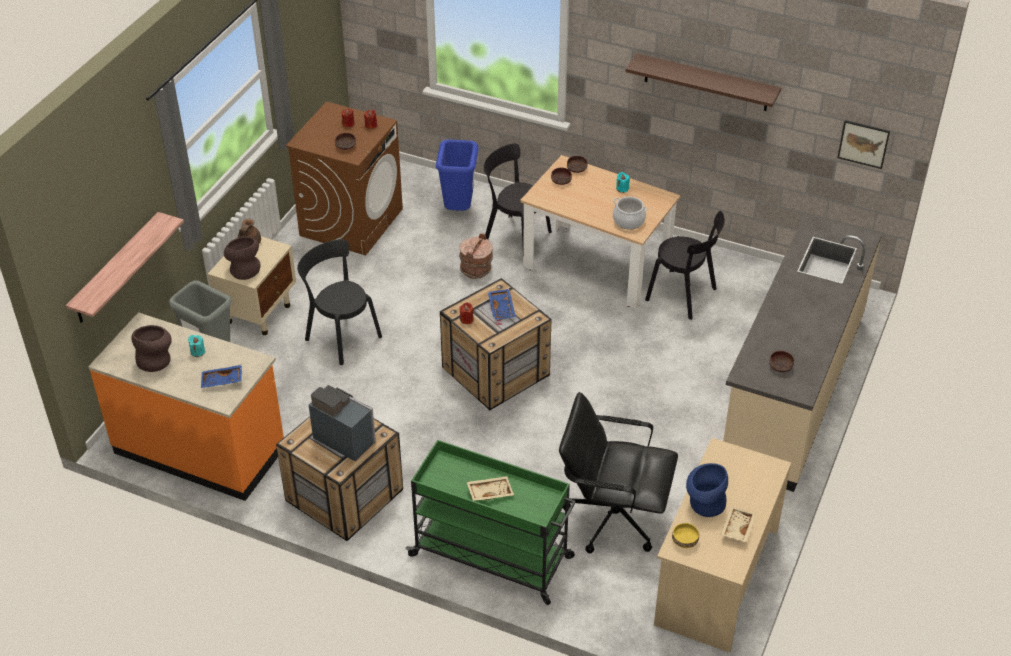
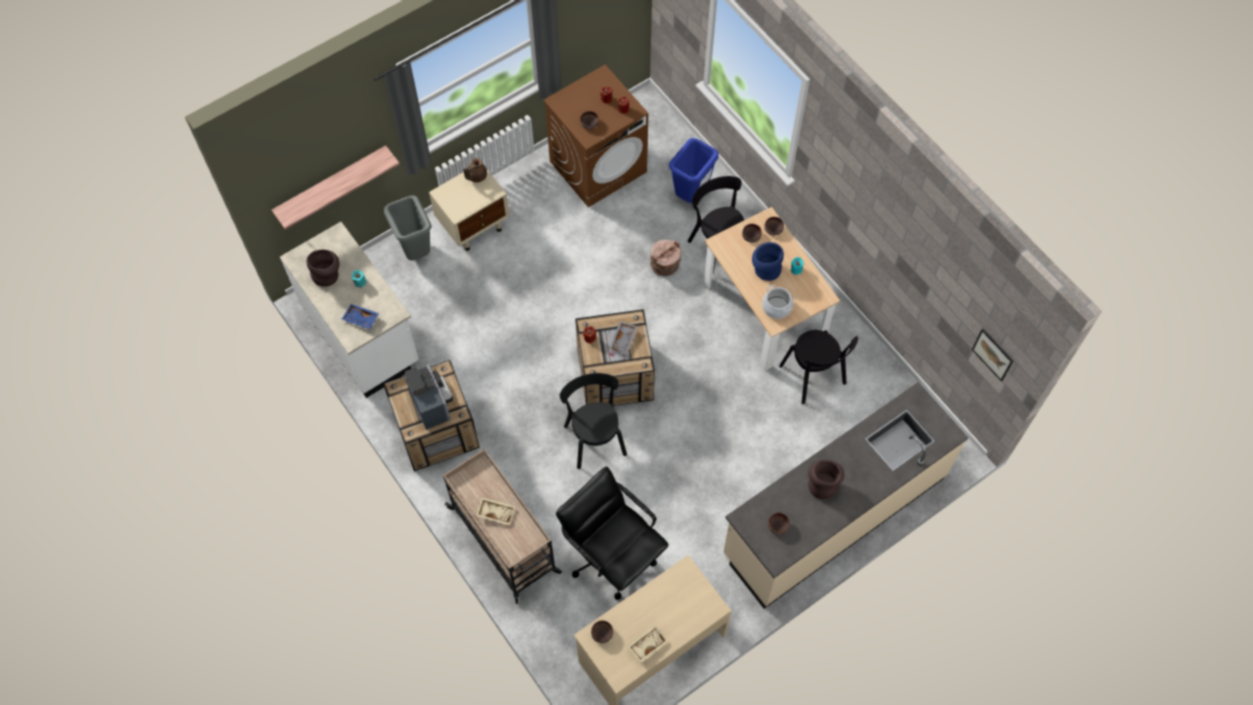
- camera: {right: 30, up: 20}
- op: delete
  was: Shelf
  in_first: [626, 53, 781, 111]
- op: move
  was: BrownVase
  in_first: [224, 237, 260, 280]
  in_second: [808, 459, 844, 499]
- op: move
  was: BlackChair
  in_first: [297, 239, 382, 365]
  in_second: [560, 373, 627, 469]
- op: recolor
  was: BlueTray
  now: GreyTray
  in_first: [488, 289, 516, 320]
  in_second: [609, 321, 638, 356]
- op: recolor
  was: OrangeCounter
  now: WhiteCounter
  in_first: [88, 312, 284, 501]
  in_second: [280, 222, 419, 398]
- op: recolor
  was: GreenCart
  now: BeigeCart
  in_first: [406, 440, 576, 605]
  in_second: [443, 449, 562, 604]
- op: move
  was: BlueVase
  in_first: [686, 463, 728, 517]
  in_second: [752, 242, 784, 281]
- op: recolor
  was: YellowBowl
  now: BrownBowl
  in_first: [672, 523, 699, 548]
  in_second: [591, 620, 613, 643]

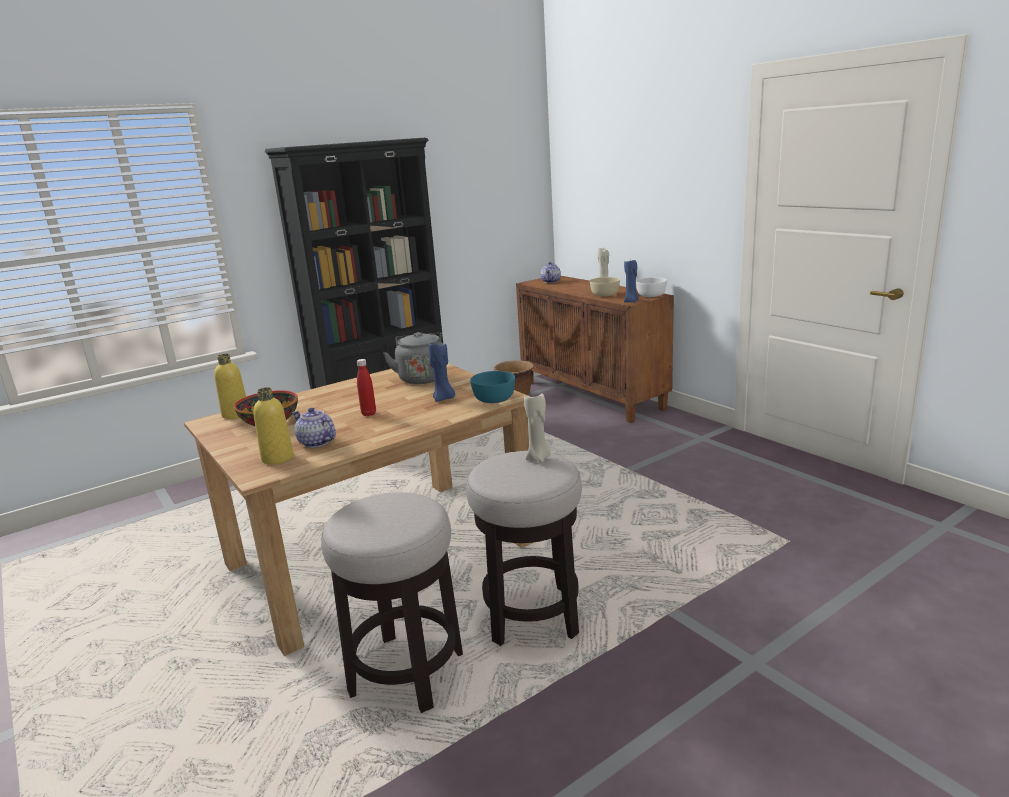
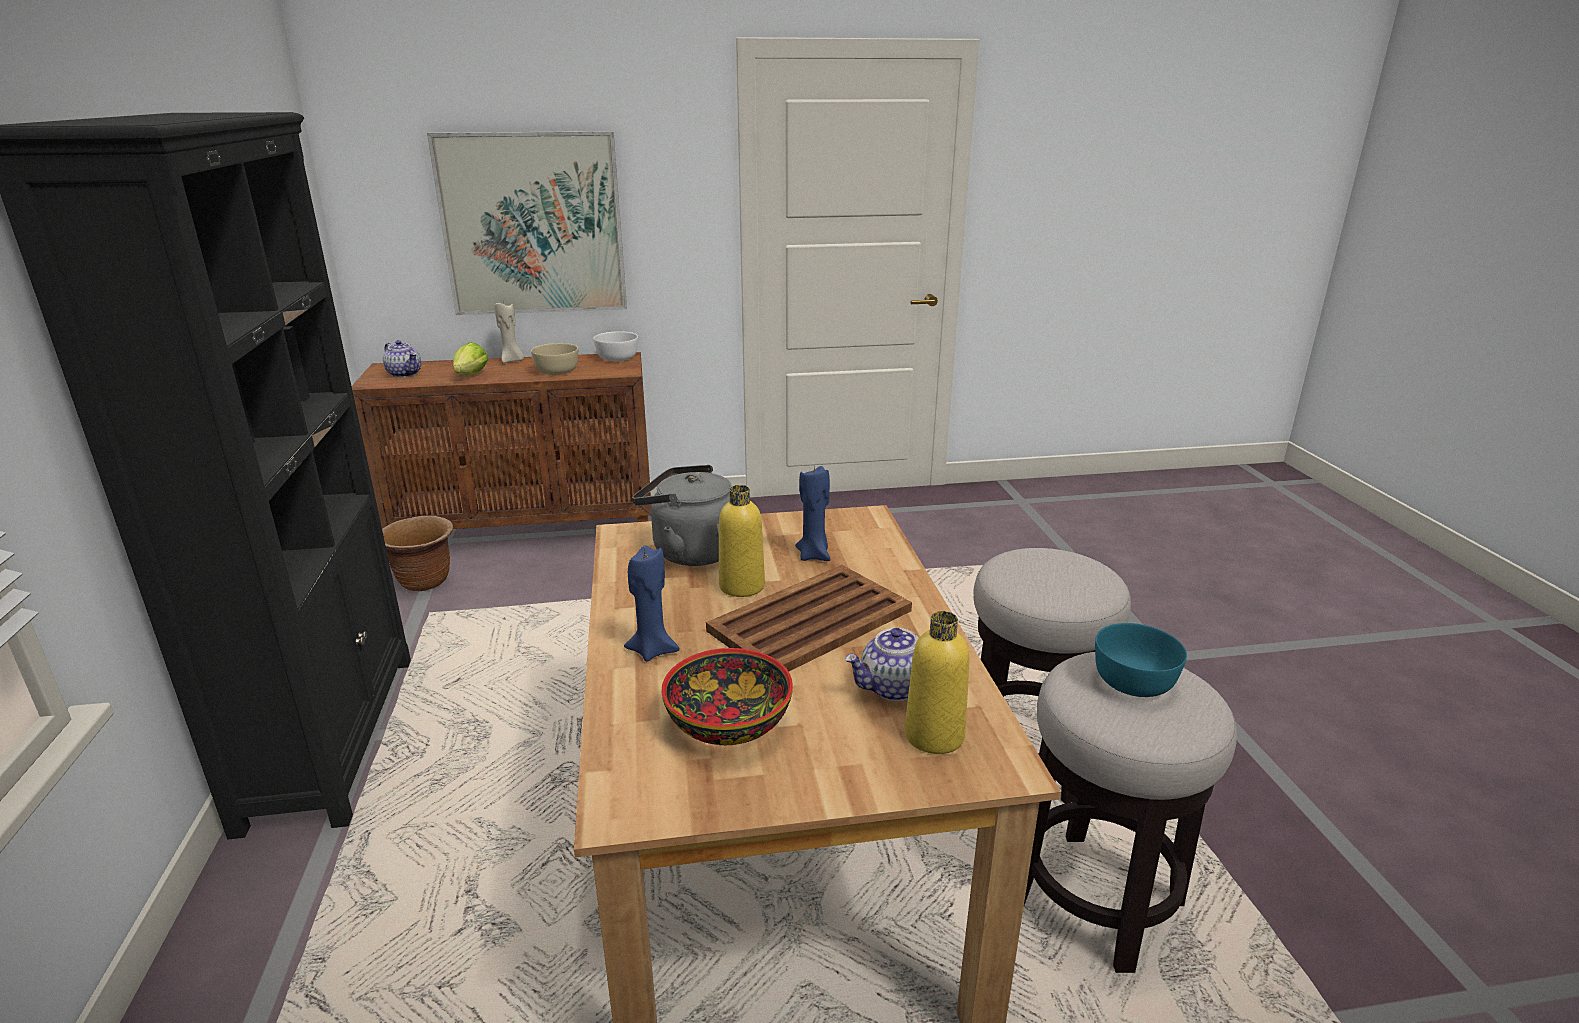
- camera: {right: -65, up: 5}
- op: move
  was: BlueCandle
  in_first: [624, 260, 639, 303]
  in_second: [624, 545, 680, 662]
- op: move
  was: YellowBottle
  in_first: [214, 354, 246, 419]
  in_second: [719, 485, 765, 597]
- op: replace
  was: RedBottle
  now: BrownTray
  in_first: [357, 359, 376, 416]
  in_second: [706, 565, 912, 671]
- op: move
  was: TurquoiseBowl
  in_first: [470, 371, 515, 403]
  in_second: [1095, 623, 1187, 697]
- op: delete
  was: BeigeCandle
  in_first: [524, 394, 551, 463]
- op: insert
  now: Picture
  in_second: [427, 131, 627, 315]
- op: insert
  now: Lettuce
  in_second: [453, 342, 488, 376]

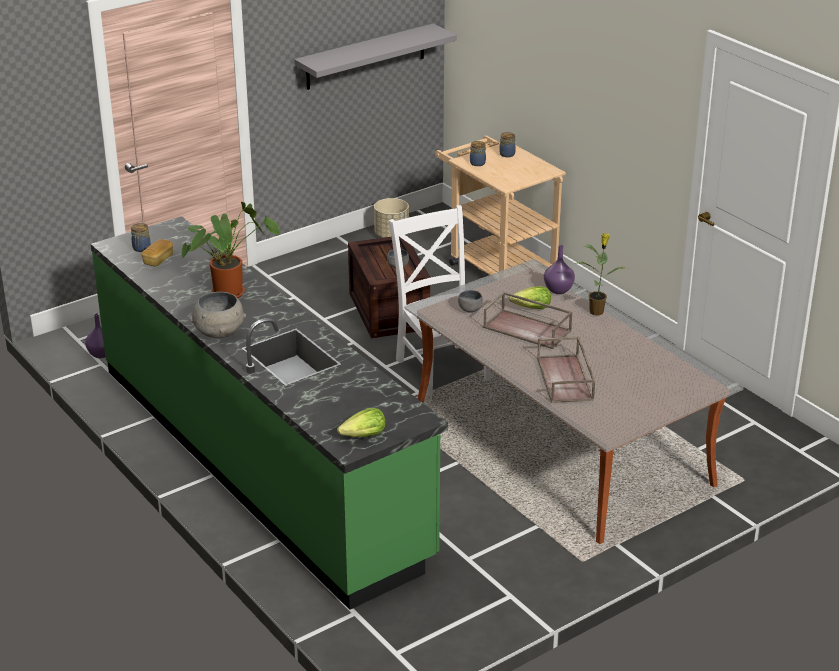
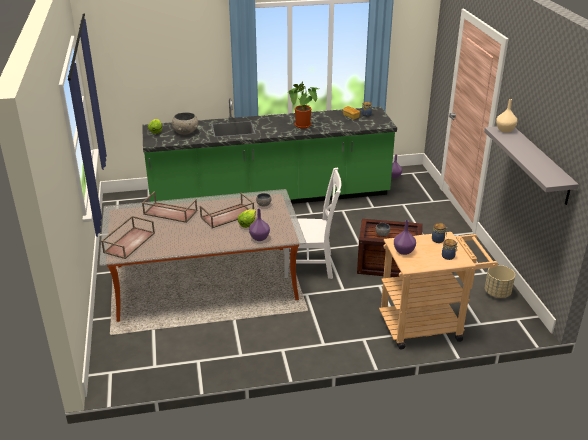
- camera: {right: 115, up: 0}
- op: delete
  was: PottedPlant
  in_first: [574, 233, 629, 315]
- op: move
  was: GreyBowl
  in_first: [190, 292, 246, 338]
  in_second: [172, 112, 198, 135]
- op: insert
  now: BeigeVase
  in_second: [496, 99, 517, 133]
- op: insert
  now: BrownTray
  in_second: [101, 216, 155, 259]
- op: insert
  now: PurpleVase
  in_second: [394, 220, 416, 255]

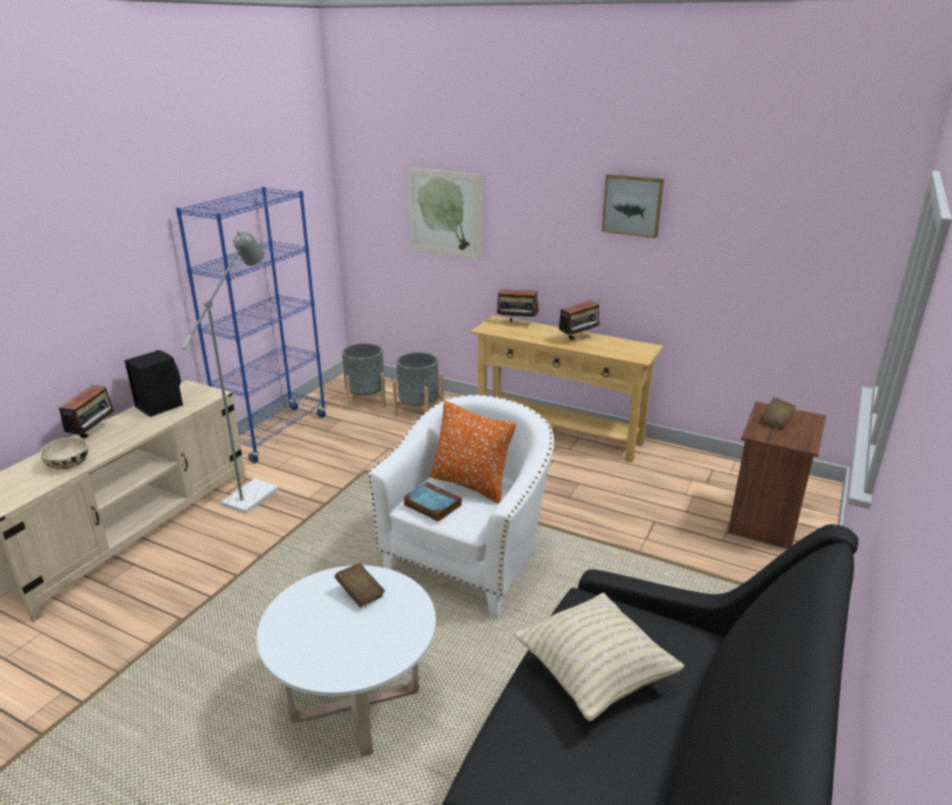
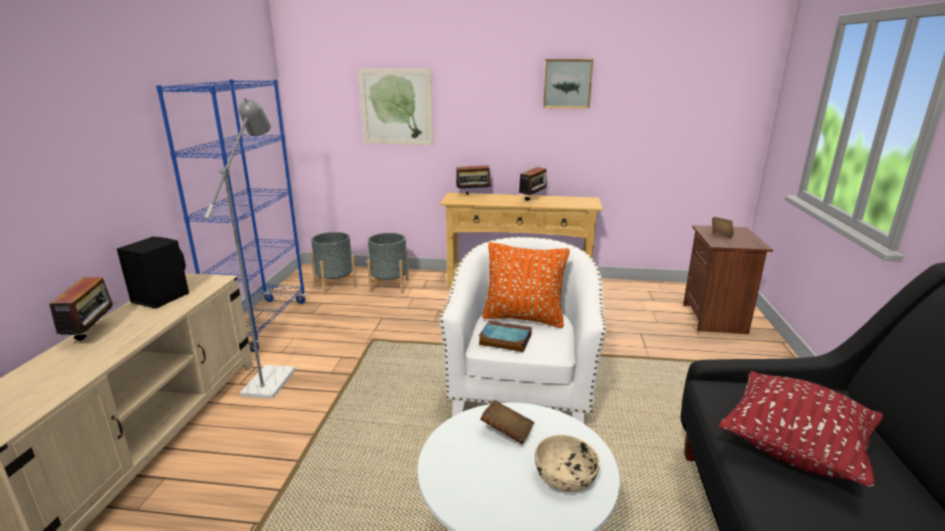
- camera: {right: -20, up: -5}
- op: move
  was: BeigeBowl
  in_first: [40, 437, 88, 470]
  in_second: [535, 435, 600, 492]
- op: recolor
  was: BeigePillow
  now: RedPillow
  in_first: [514, 593, 685, 721]
  in_second: [719, 371, 883, 487]

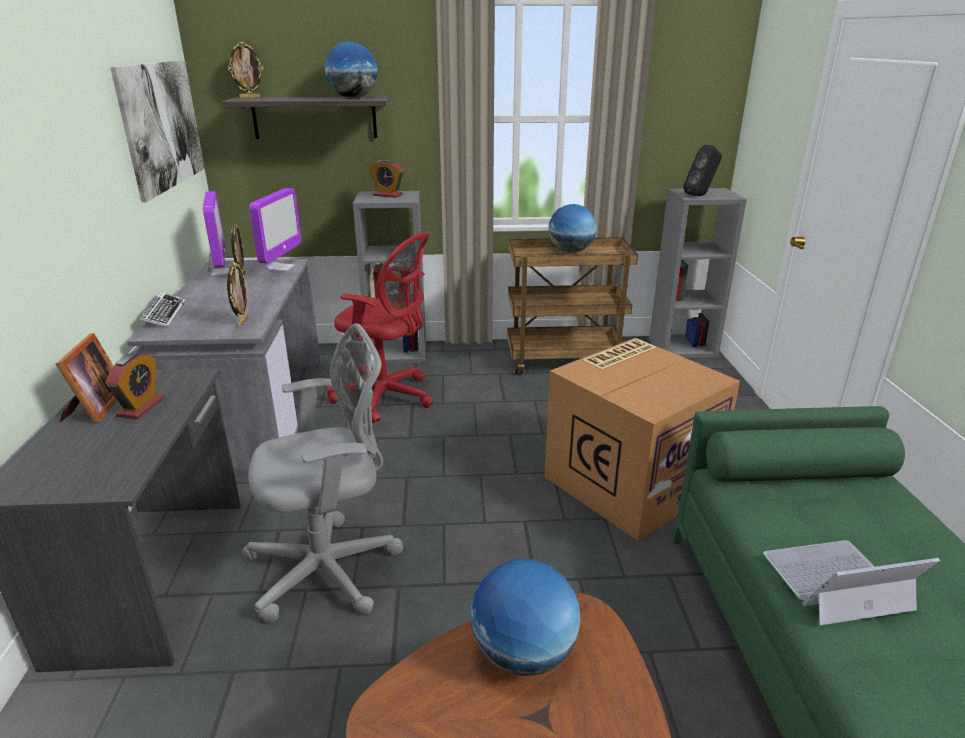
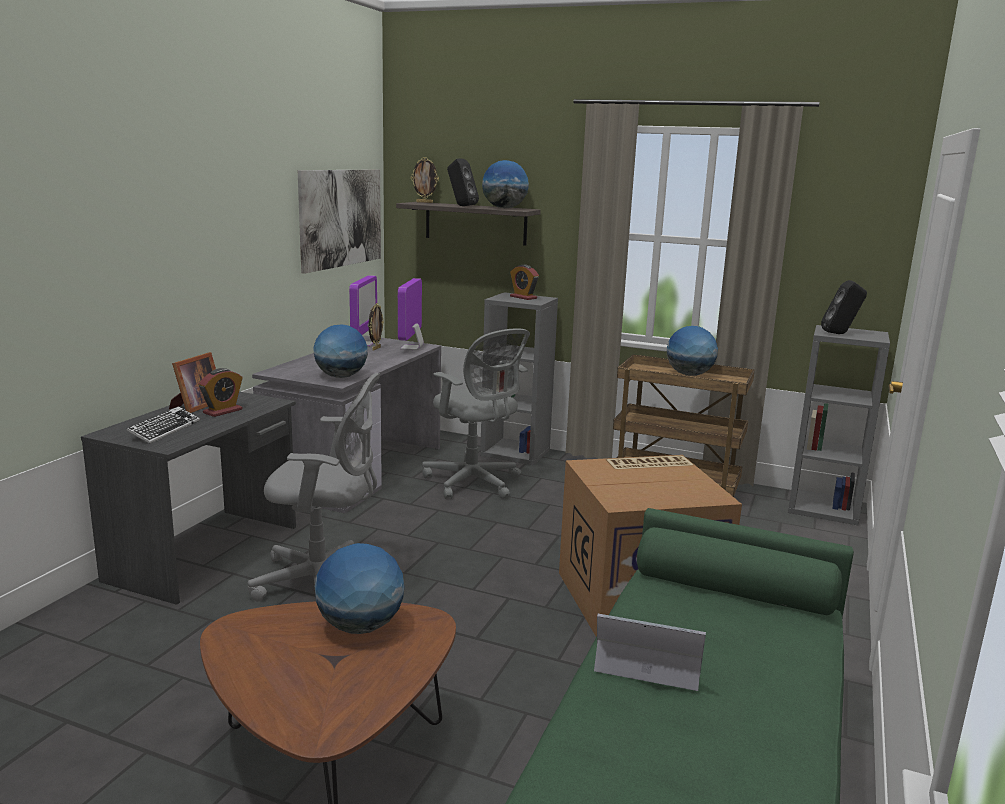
- camera: {right: 25, up: -10}
- op: rotate
  was: Monitor
  in_first: [249, 188, 301, 272]
  in_second: [398, 278, 424, 350]
  clockwise: 150
- op: recolor
  was: RedOfficeChair
  now: GreyOfficeChair
  in_first: [327, 232, 433, 423]
  in_second: [422, 328, 530, 499]
- op: replace
  was: PictureFrame
  now: Globe
  in_first: [227, 262, 248, 327]
  in_second: [314, 325, 368, 378]
- op: move
  was: Keyboard
  in_first: [139, 292, 185, 327]
  in_second: [126, 406, 200, 444]
- op: insert
  now: BlackSpeaker
  in_second: [447, 158, 479, 206]

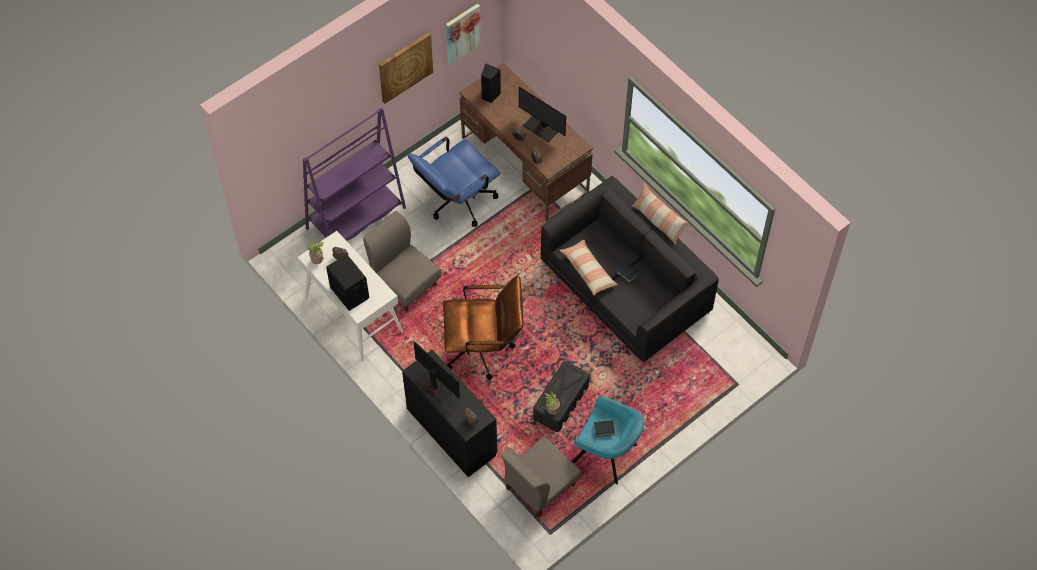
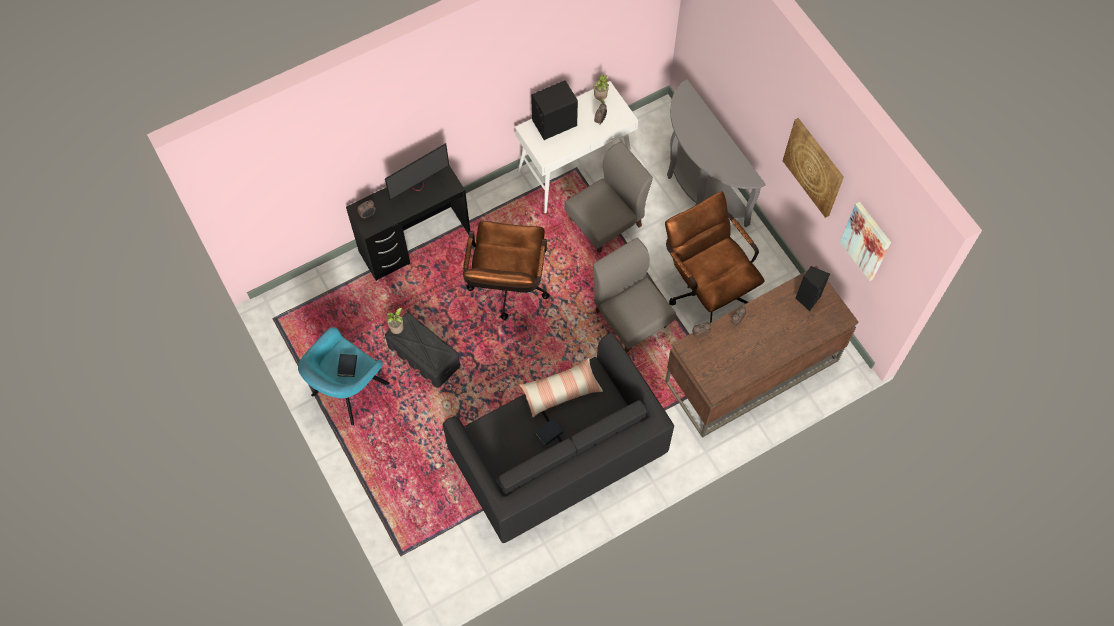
- camera: {right: 100, up: 5}
- op: delete
  was: Monitor
  in_first: [519, 87, 566, 143]
- op: replace
  was: PurpleBookcase
  now: GreyConsoleTable
  in_first: [303, 108, 406, 241]
  in_second: [667, 80, 766, 227]
- op: recolor
  was: BlueOfficeChair
  now: BrownOfficeChair
  in_first: [408, 137, 500, 227]
  in_second: [665, 191, 765, 323]
- op: delete
  was: Pillow
  in_first: [632, 183, 688, 245]
- op: move
  was: GreyChair
  in_first: [501, 436, 581, 518]
  in_second: [593, 238, 676, 352]

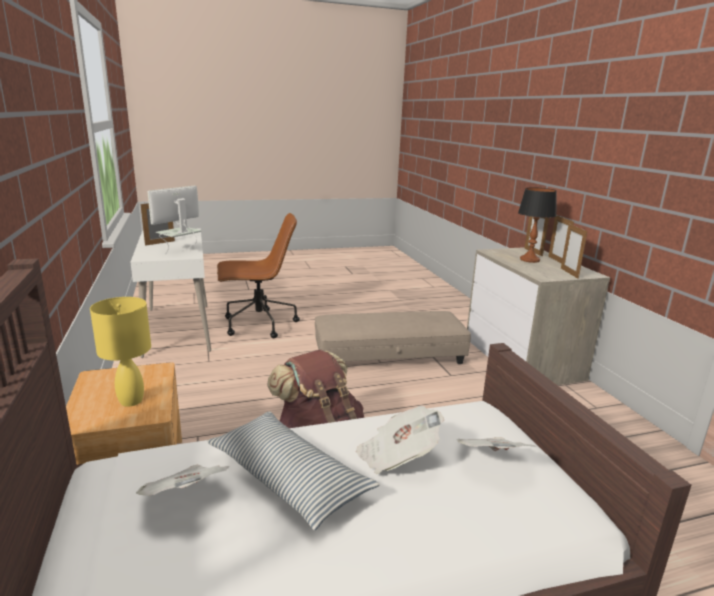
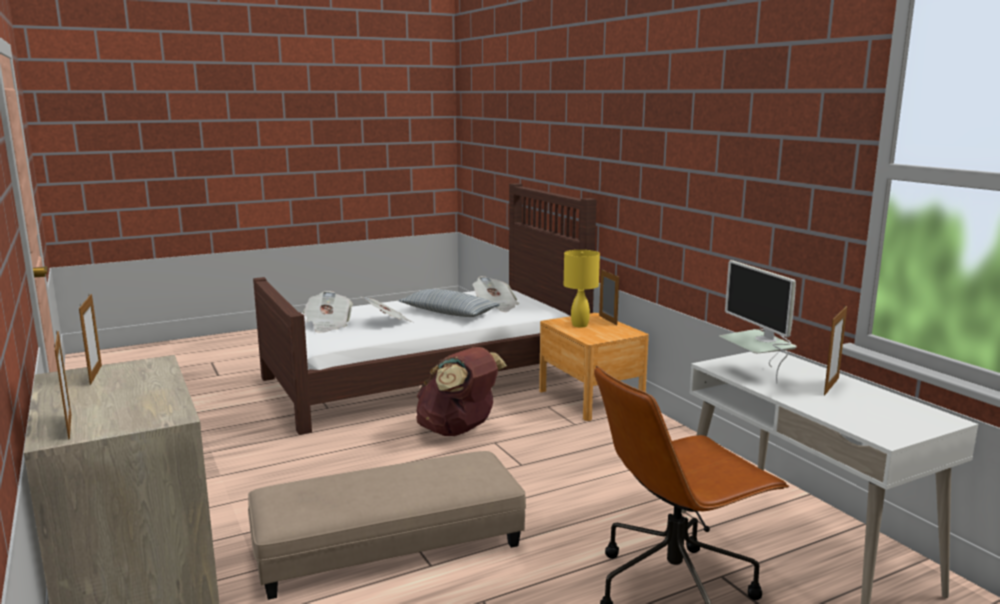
- camera: {right: 170, up: -5}
- op: rotate
  was: Monitor
  in_first: [147, 185, 202, 254]
  in_second: [719, 260, 797, 383]
  clockwise: 135
- op: delete
  was: TableLamp
  in_first: [518, 187, 557, 263]
- op: move
  was: PictureFrame
  in_first: [548, 214, 574, 263]
  in_second: [599, 269, 619, 325]

